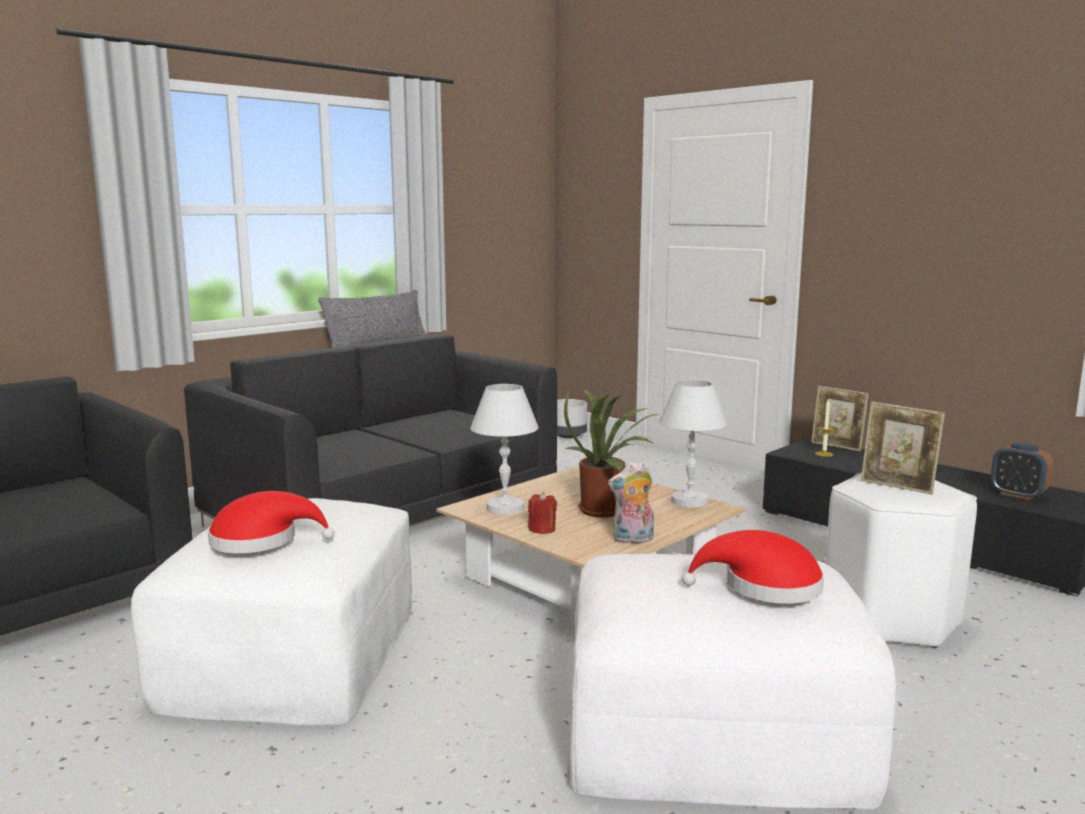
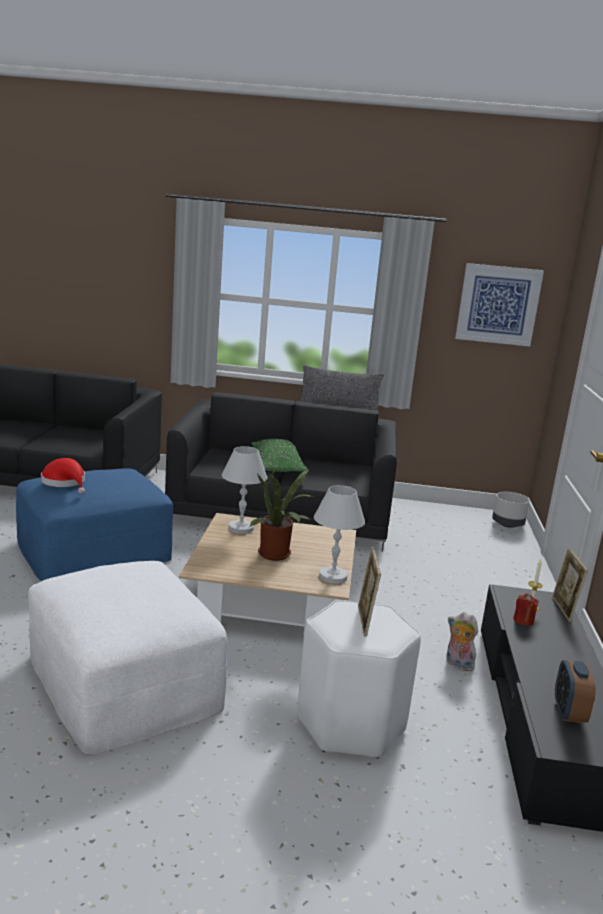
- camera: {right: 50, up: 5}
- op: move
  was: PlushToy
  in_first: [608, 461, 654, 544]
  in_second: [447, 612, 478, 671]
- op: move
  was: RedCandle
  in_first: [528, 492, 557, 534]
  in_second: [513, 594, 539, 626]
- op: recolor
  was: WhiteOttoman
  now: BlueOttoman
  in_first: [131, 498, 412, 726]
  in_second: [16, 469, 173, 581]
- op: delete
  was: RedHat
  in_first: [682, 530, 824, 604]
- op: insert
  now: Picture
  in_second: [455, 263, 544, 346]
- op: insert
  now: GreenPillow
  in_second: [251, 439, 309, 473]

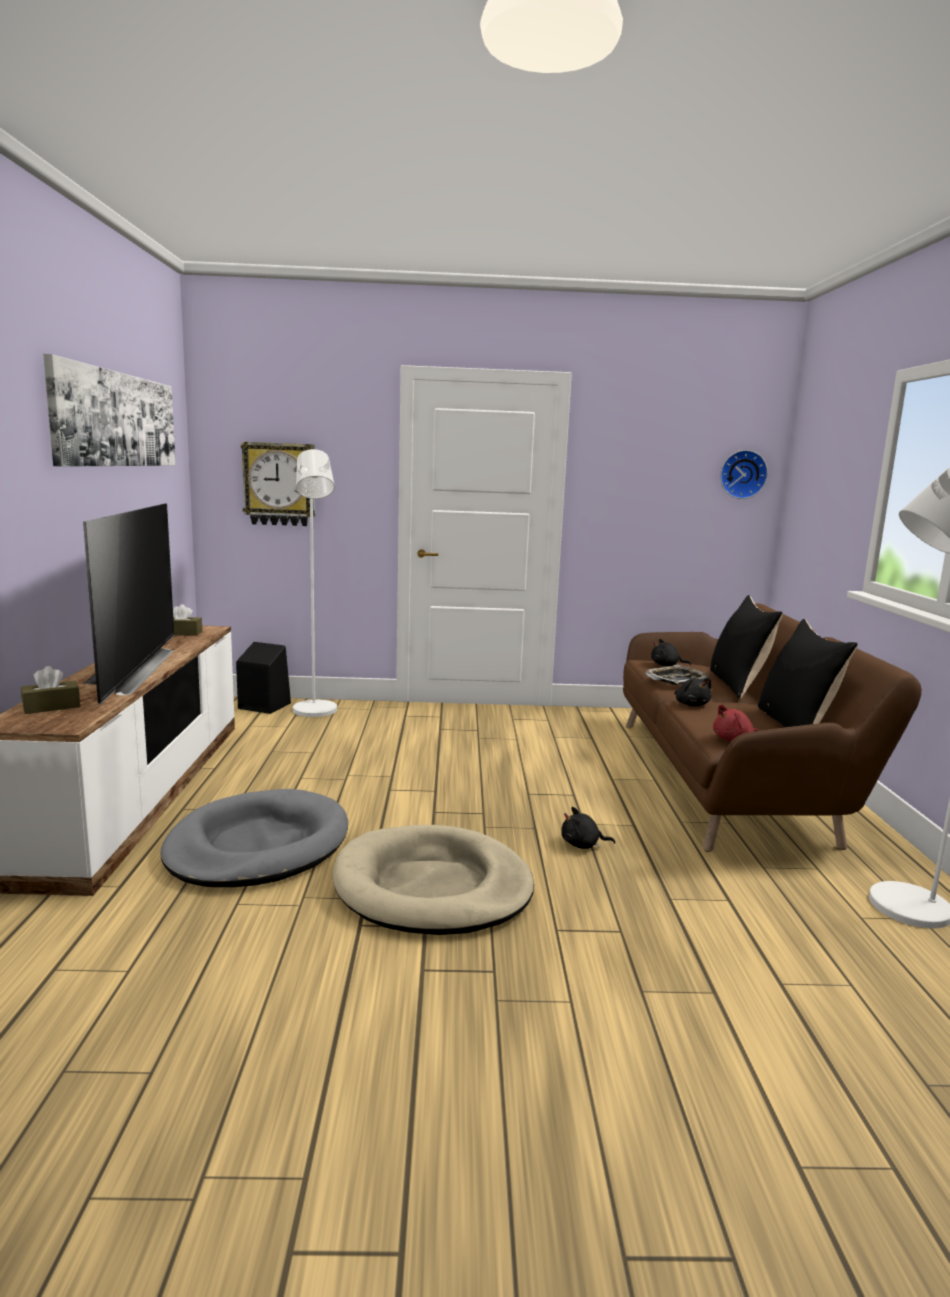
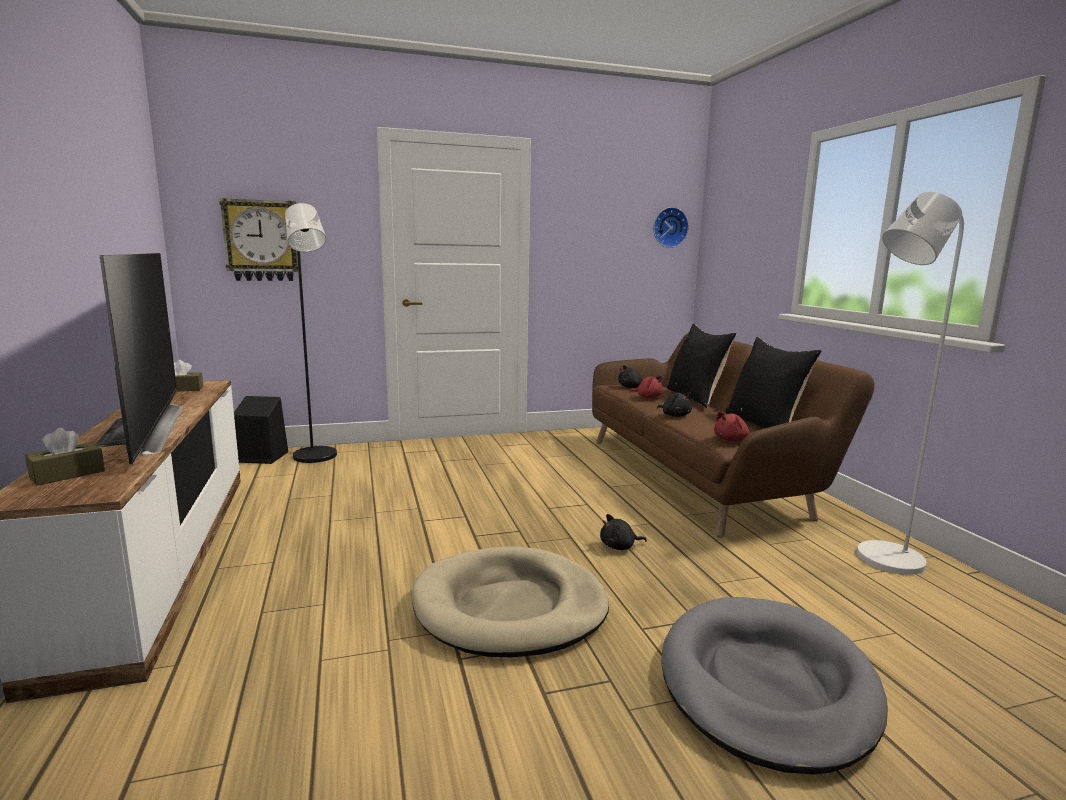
- camera: {right: -15, up: 0}
- op: delete
  was: Picture
  in_first: [43, 354, 176, 467]
- op: recolor
  was: WhiteFloorLamp
  now: BlackFloorLamp
  in_first: [293, 449, 337, 717]
  in_second: [285, 203, 337, 463]
- op: replace
  was: Tray
  now: RedPlushToy
  in_first: [646, 665, 709, 685]
  in_second: [629, 375, 663, 398]
- op: move
  was: GreyDogBed
  in_first: [160, 789, 348, 887]
  in_second: [661, 597, 888, 775]

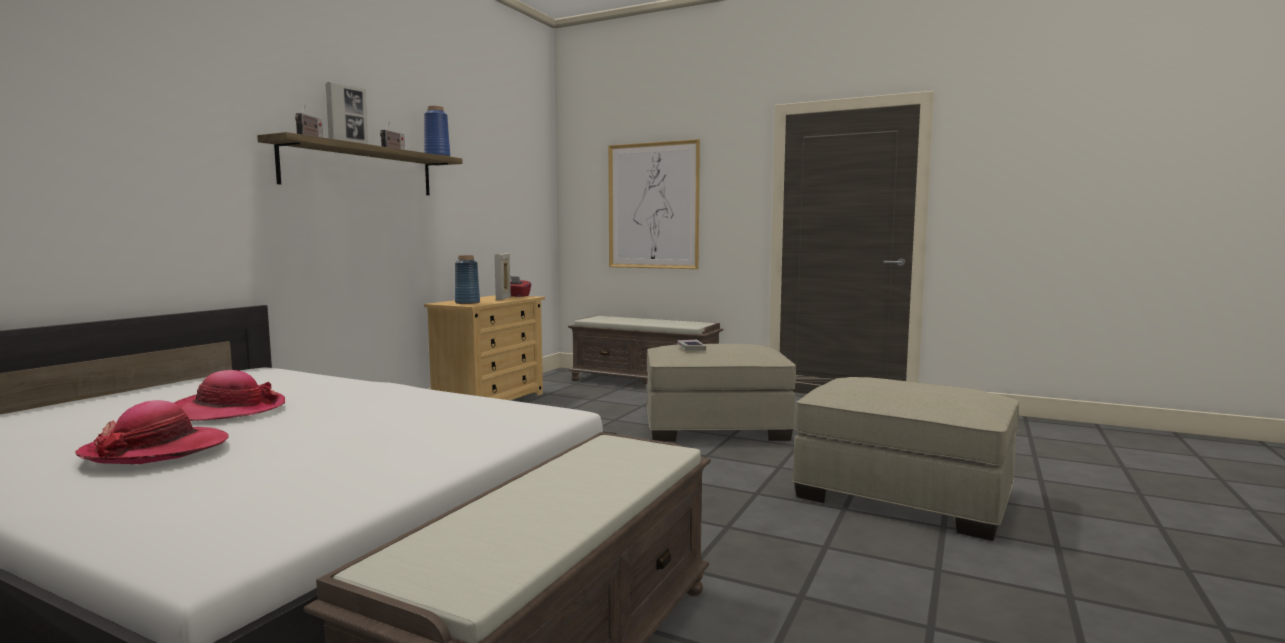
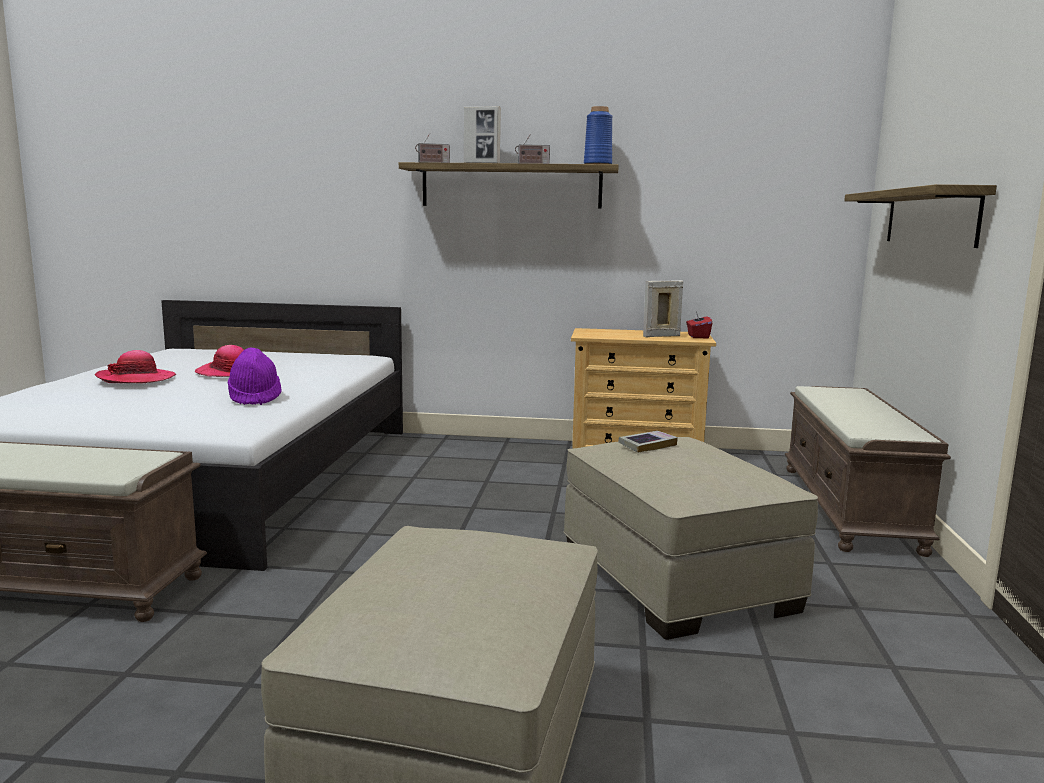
- camera: {right: 70, up: 5}
- op: replace
  was: Picture
  now: Shelf
  in_first: [608, 139, 700, 269]
  in_second: [844, 184, 997, 248]
- op: delete
  was: BlueVase
  in_first: [455, 255, 480, 304]
- op: insert
  now: PurpleHat
  in_second: [228, 347, 281, 405]

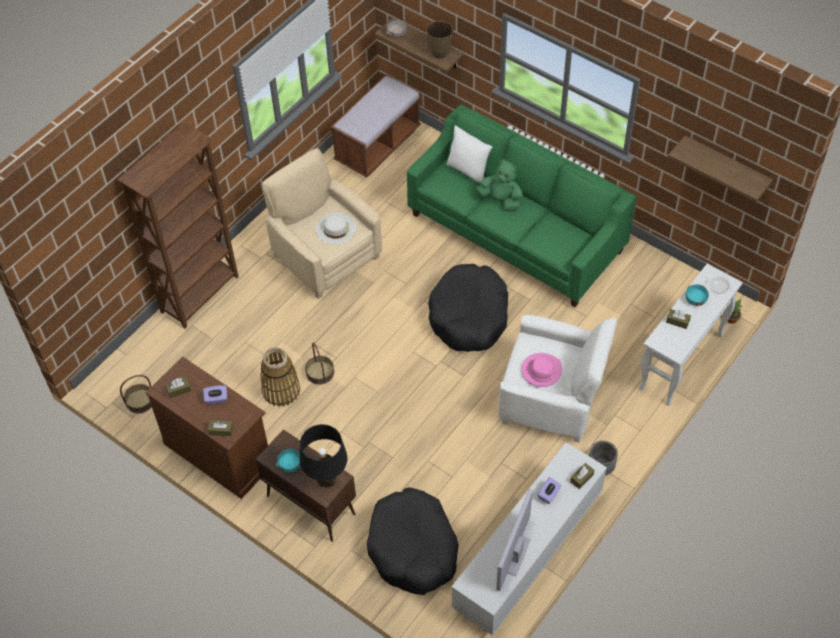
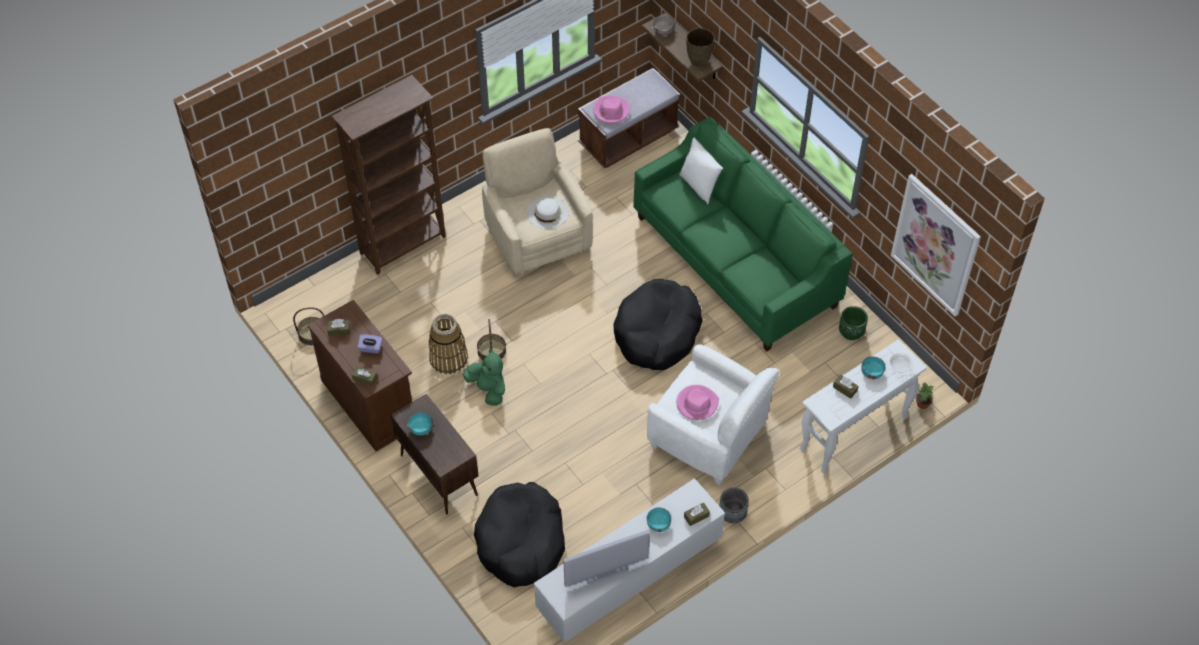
- camera: {right: 15, up: 0}
- op: replace
  was: Shelf
  now: Picture
  in_first: [668, 136, 773, 202]
  in_second: [891, 174, 981, 317]
- op: move
  was: GreenPlushToy
  in_first: [476, 158, 523, 212]
  in_second: [463, 349, 505, 406]
- op: delete
  was: BlackTableLamp
  in_first: [300, 424, 347, 488]
- op: replace
  was: PurpleTissueBox
  now: TurquoiseBowl
  in_first: [538, 477, 561, 504]
  in_second: [647, 507, 671, 532]
- op: rotate
  was: Television
  in_first: [496, 489, 533, 591]
  in_second: [563, 530, 650, 587]
  clockwise: -150
- op: insert
  now: PinkHat
  in_second: [593, 95, 630, 123]
- op: insert
  now: GreenPlanter
  in_second: [839, 306, 868, 340]

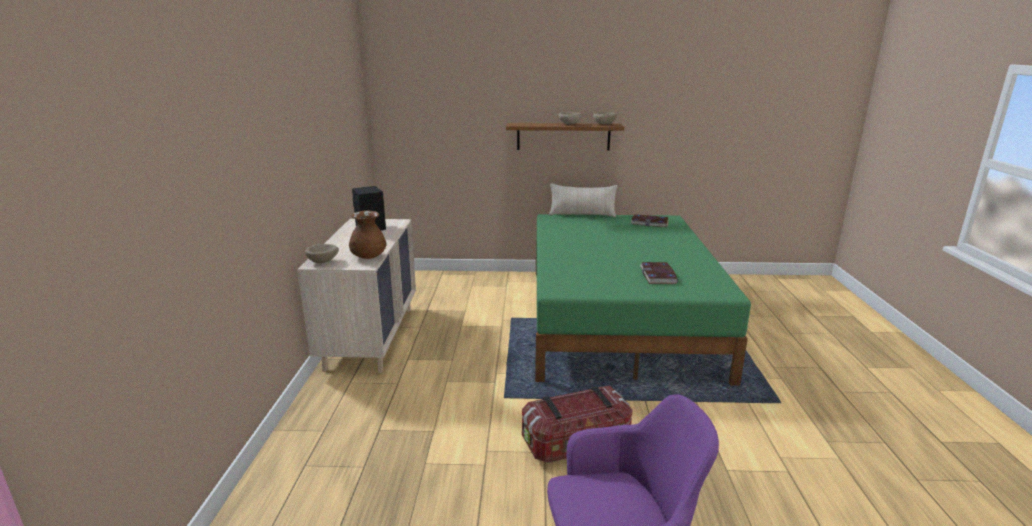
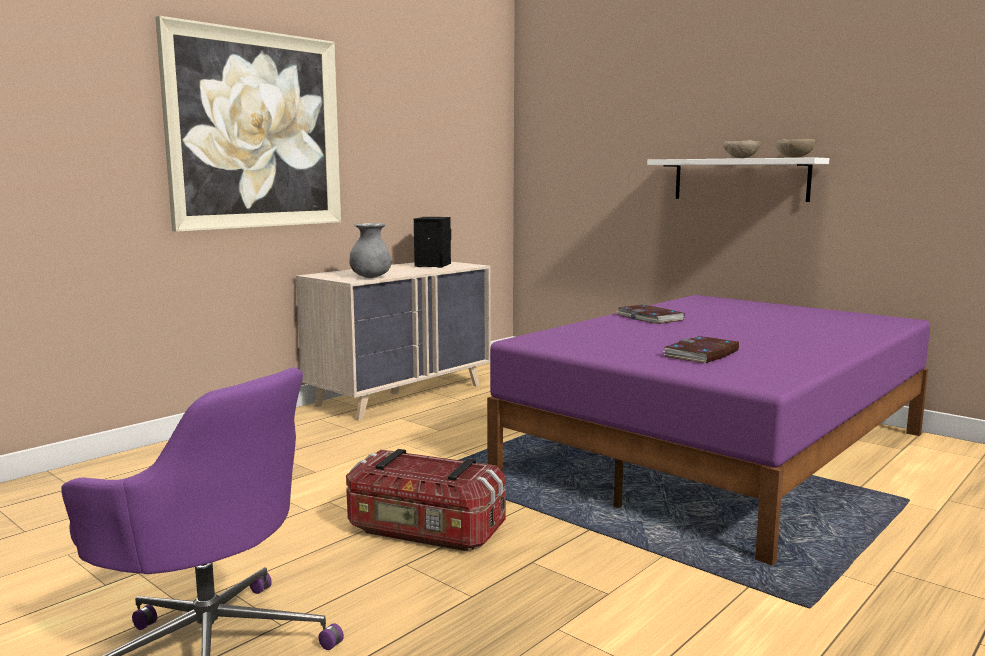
- camera: {right: 40, up: -10}
- op: recolor
  was: BrownShelf
  now: WhiteShelf
  in_first: [506, 123, 624, 151]
  in_second: [647, 157, 829, 202]
- op: delete
  was: BeigePillow
  in_first: [549, 183, 618, 217]
- op: recolor
  was: BrownVase
  now: GreyVase
  in_first: [349, 210, 387, 259]
  in_second: [349, 223, 391, 278]
- op: recolor
  was: GreenBed
  now: PurpleBed
  in_first: [535, 214, 751, 386]
  in_second: [487, 295, 930, 565]
- op: move
  was: Book
  in_first: [631, 214, 669, 227]
  in_second: [617, 305, 685, 324]
- op: delete
  was: BeigeBowl
  in_first: [305, 244, 339, 263]
- op: insert
  now: Picture
  in_second: [155, 16, 341, 232]

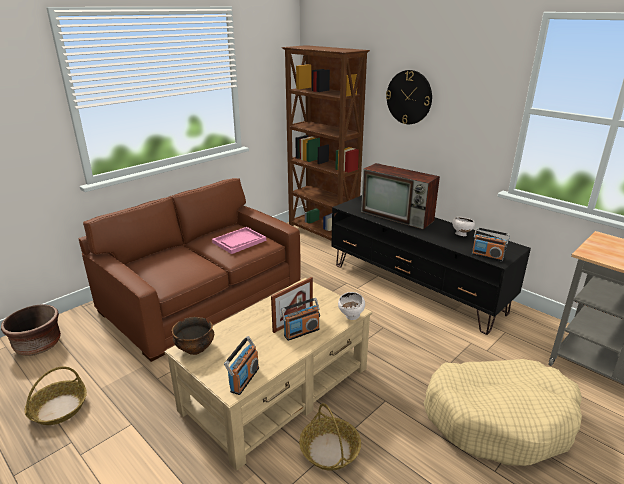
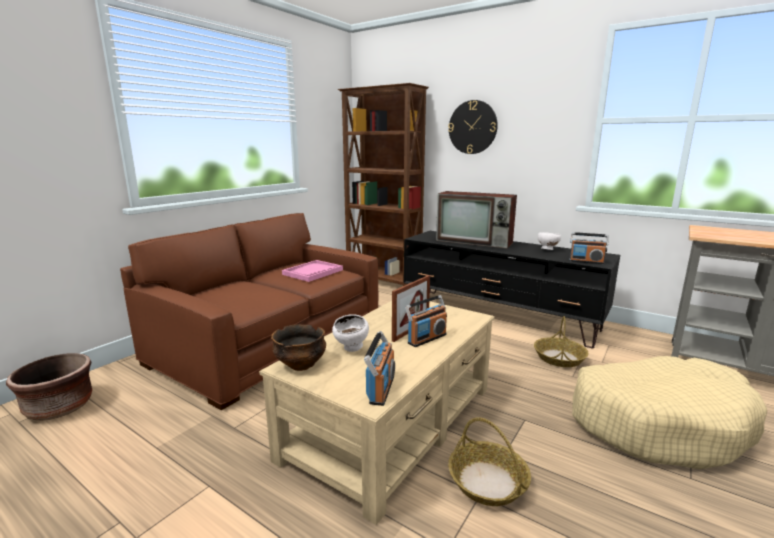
- camera: {right: -10, up: -10}
- op: move
  was: WhiteBowl
  in_first: [338, 292, 365, 320]
  in_second: [332, 314, 369, 352]
- op: move
  was: Basket
  in_first: [25, 366, 87, 425]
  in_second: [534, 316, 589, 367]

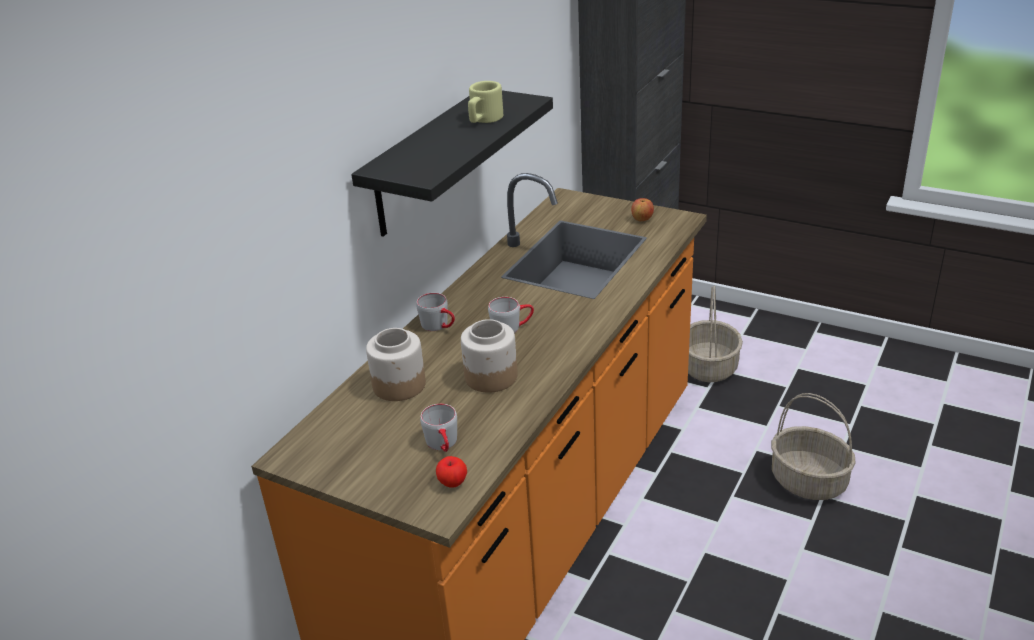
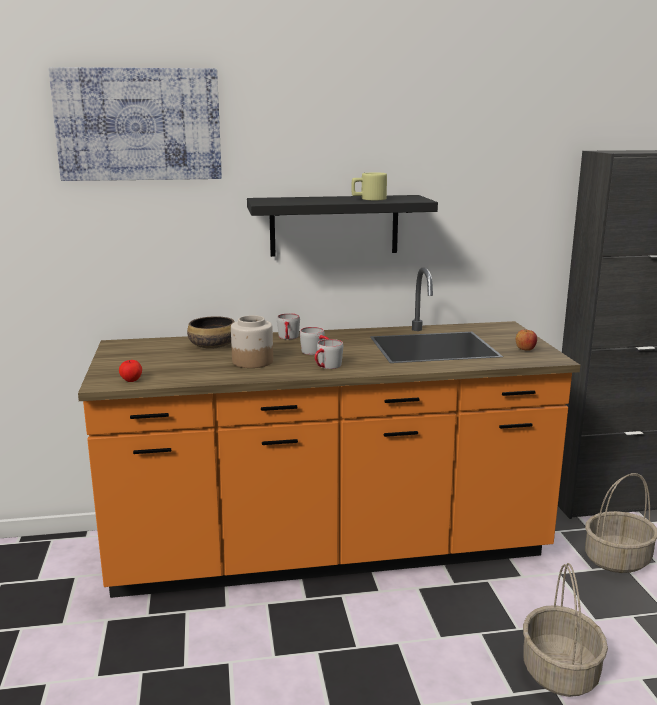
- camera: {right: 50, up: -15}
- op: replace
  was: Jar
  now: Bowl
  in_first: [366, 328, 426, 401]
  in_second: [187, 316, 235, 349]
- op: move
  was: GreyMug
  in_first: [420, 404, 457, 452]
  in_second: [315, 339, 343, 369]
- op: insert
  now: Picture
  in_second: [48, 67, 222, 181]

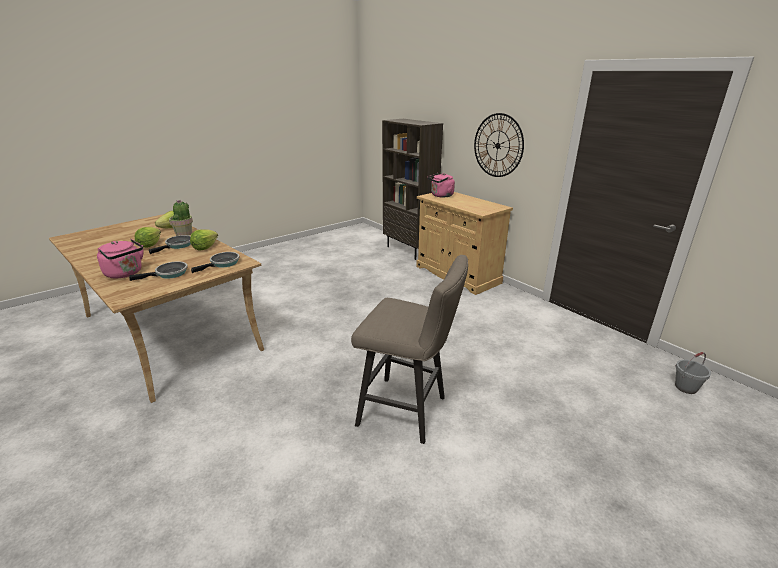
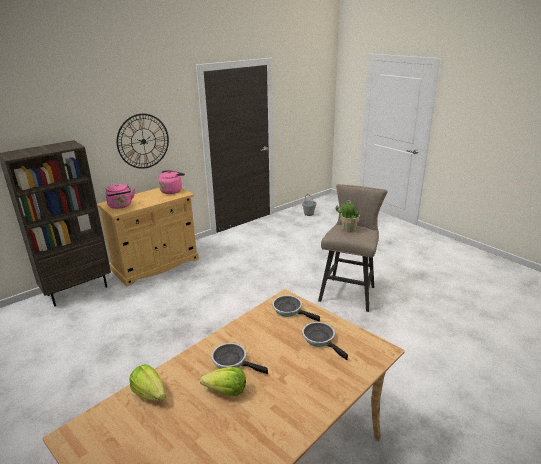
- camera: {right: -90, up: 0}
- op: move
  was: PottedPlant
  in_first: [169, 200, 193, 236]
  in_second: [336, 200, 360, 232]
- op: delete
  was: Lettuce
  in_first: [190, 229, 218, 251]
- op: move
  was: PinkKettle
  in_first: [97, 239, 144, 278]
  in_second: [158, 170, 185, 194]

